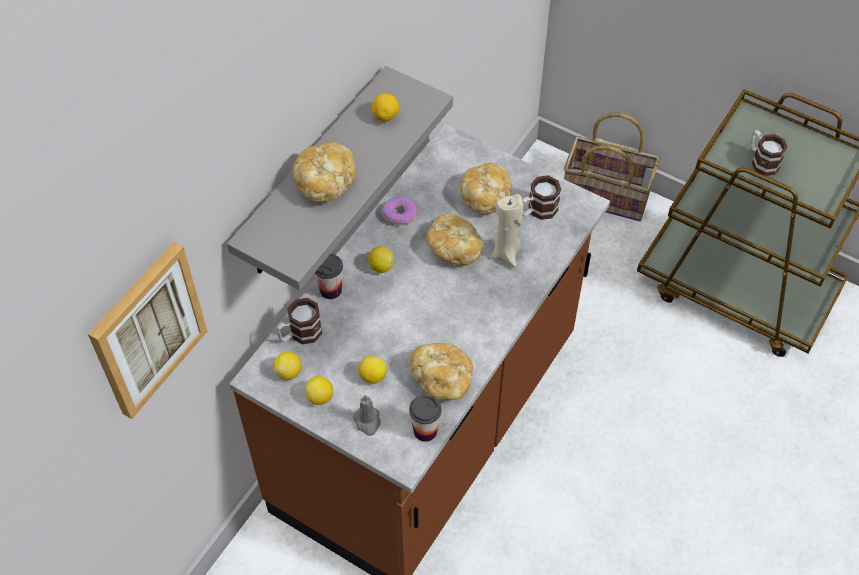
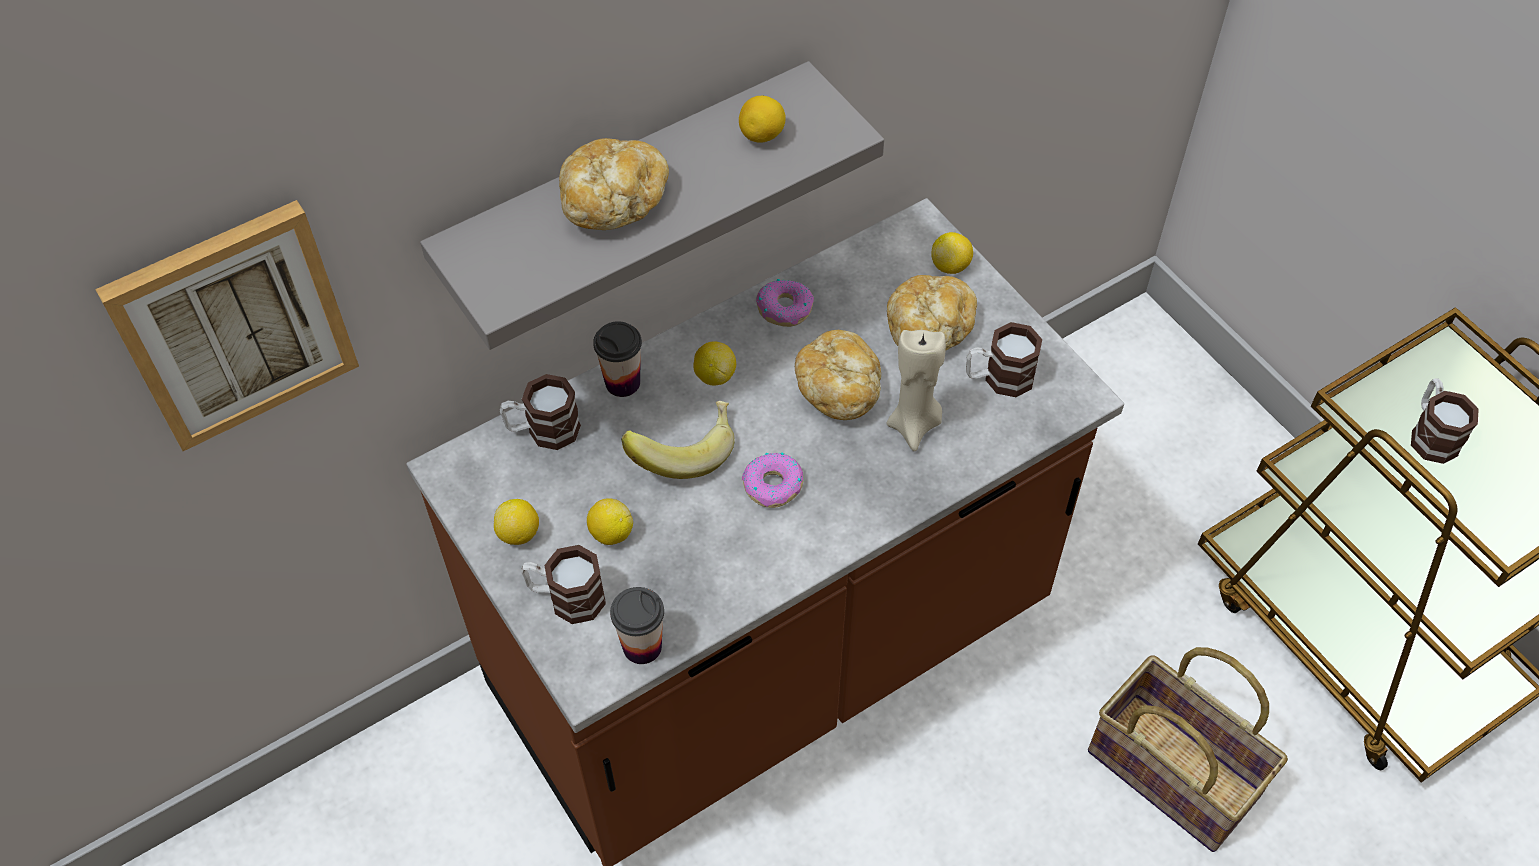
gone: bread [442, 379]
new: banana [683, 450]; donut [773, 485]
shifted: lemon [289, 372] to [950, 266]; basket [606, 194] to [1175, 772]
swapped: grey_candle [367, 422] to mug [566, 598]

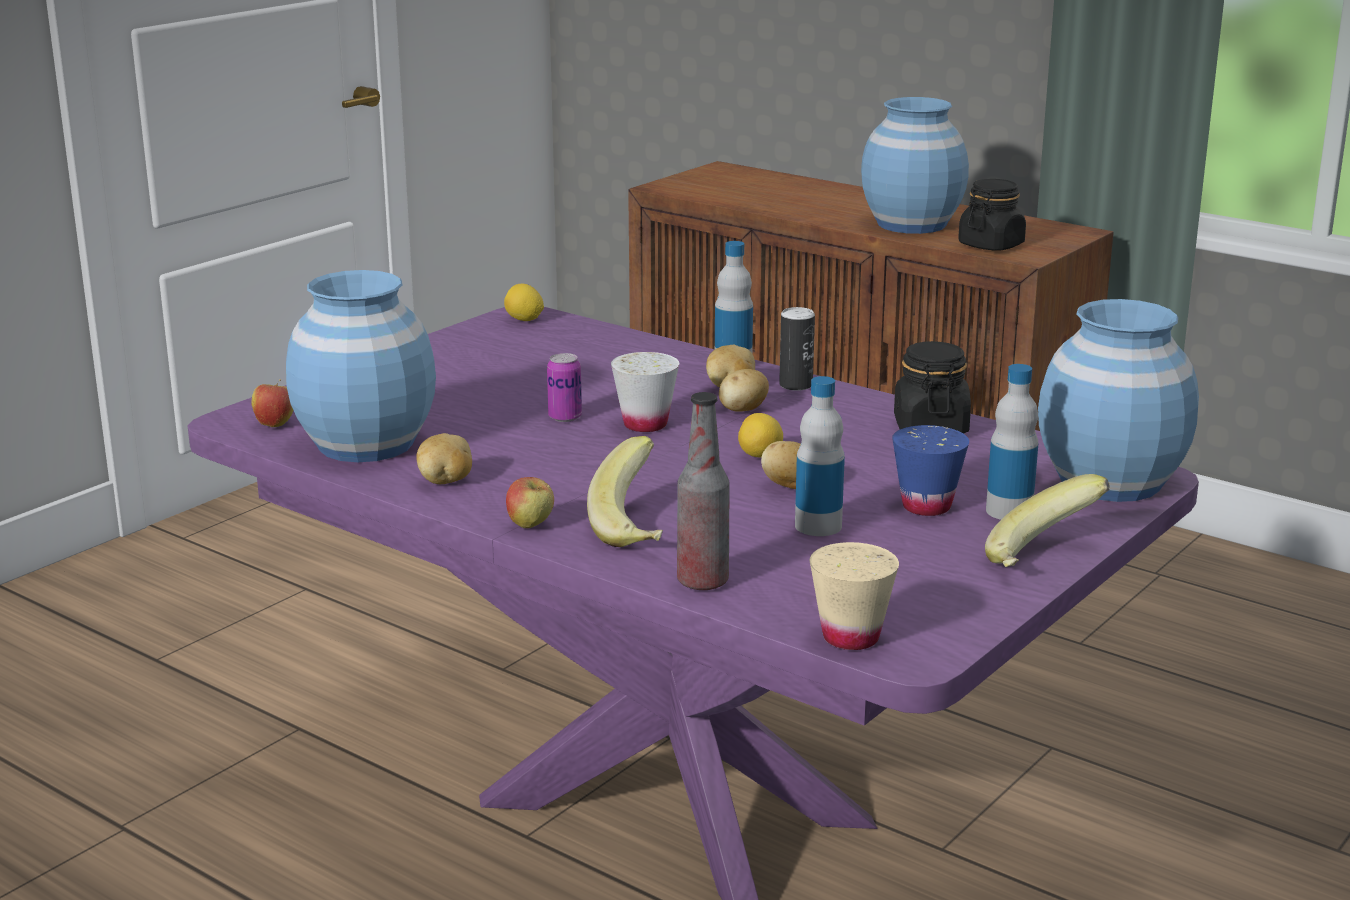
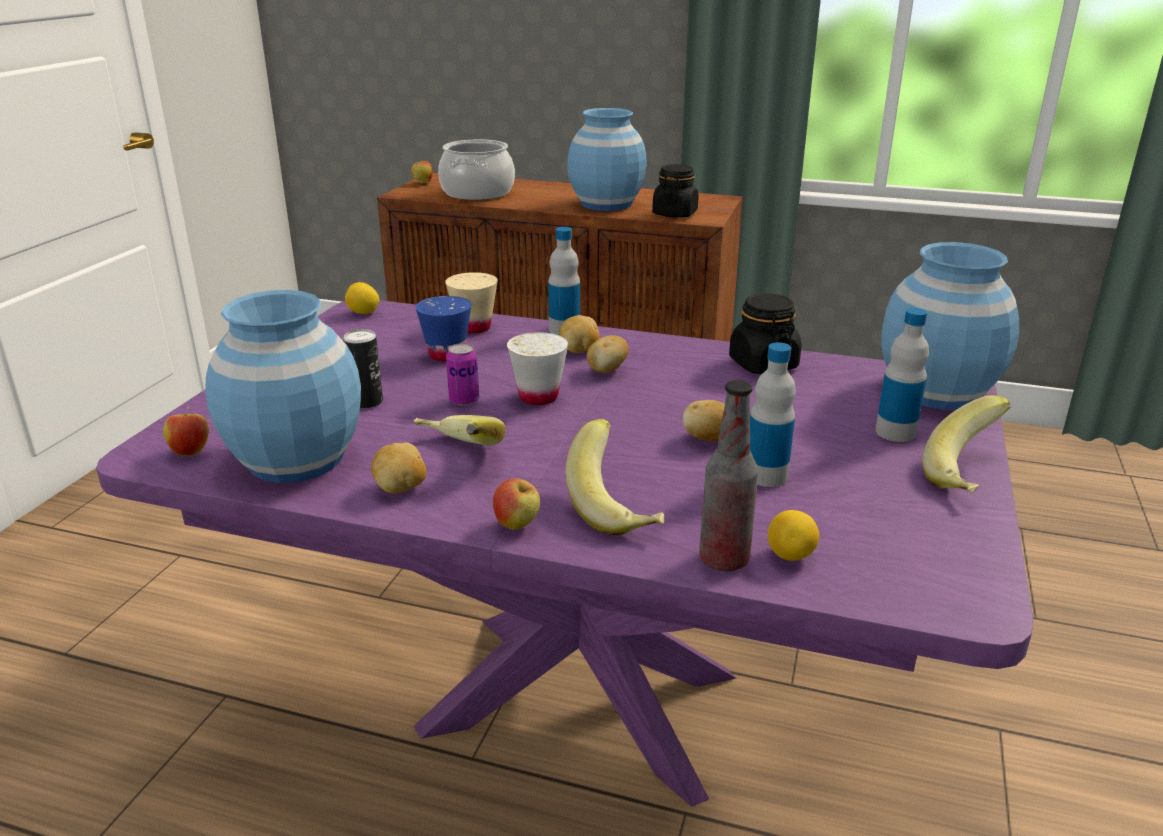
new: apple [422, 183]; banana [456, 455]; cooking_pot [477, 192]
shifted: lemon [760, 456] to [790, 556]; can [796, 385] to [367, 402]; beige_cup [850, 637] to [474, 327]; blue_cup [926, 506] to [447, 355]

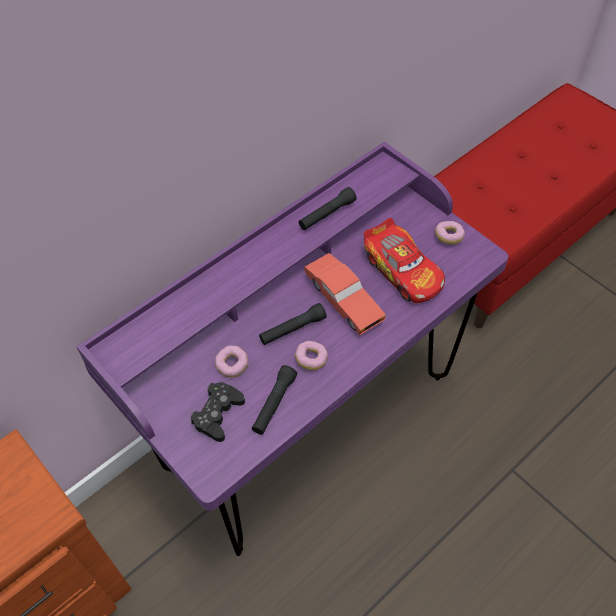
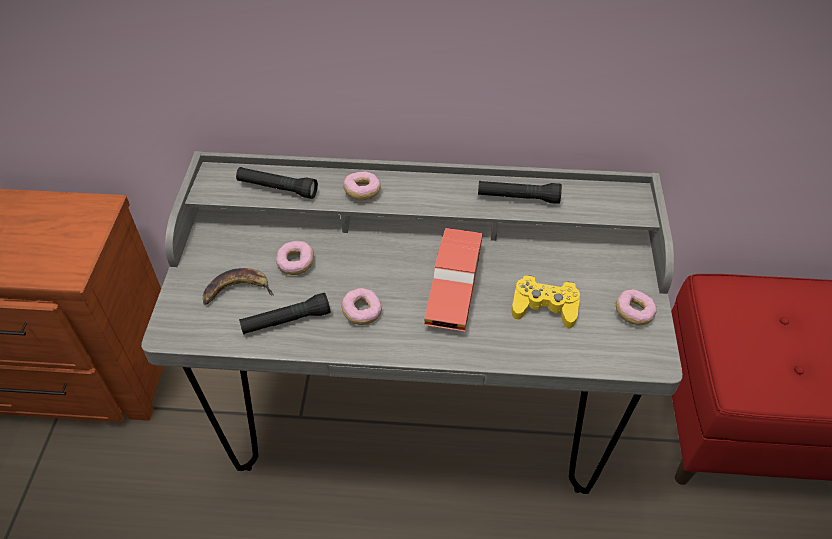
new: donut [362, 191]
shifted: black_flashlight [292, 329] to [277, 188]
swapped: black_game_controller [218, 414] to banana [236, 291]; toy_car [403, 270] to yellow_game_controller [544, 306]
repainted: purple_desk [309, 422] to grey_desk [416, 420]

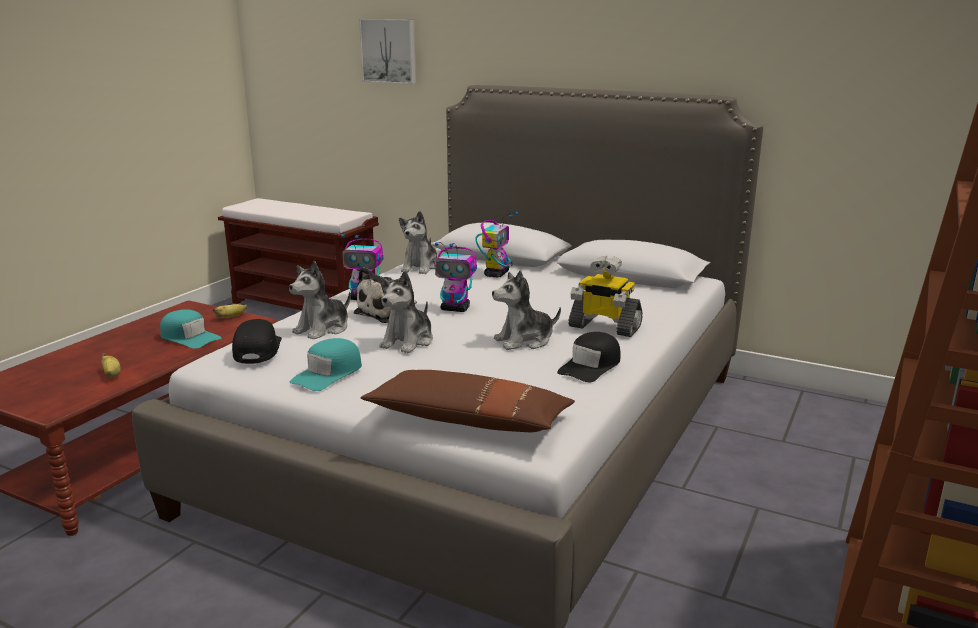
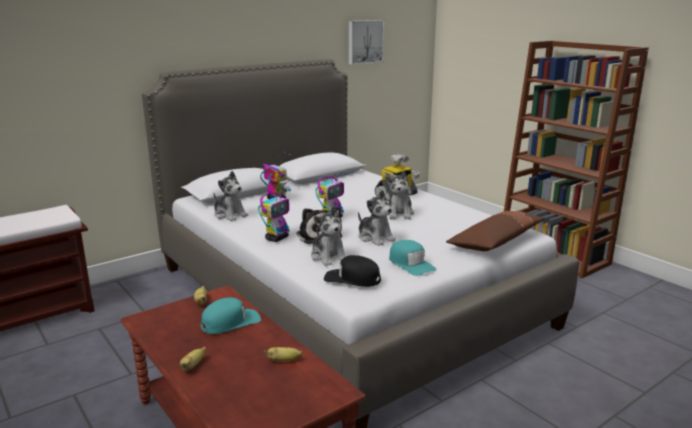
gone: black_cap [591, 366]
new: banana [193, 366]
shifted: picture [389, 51] to [365, 41]

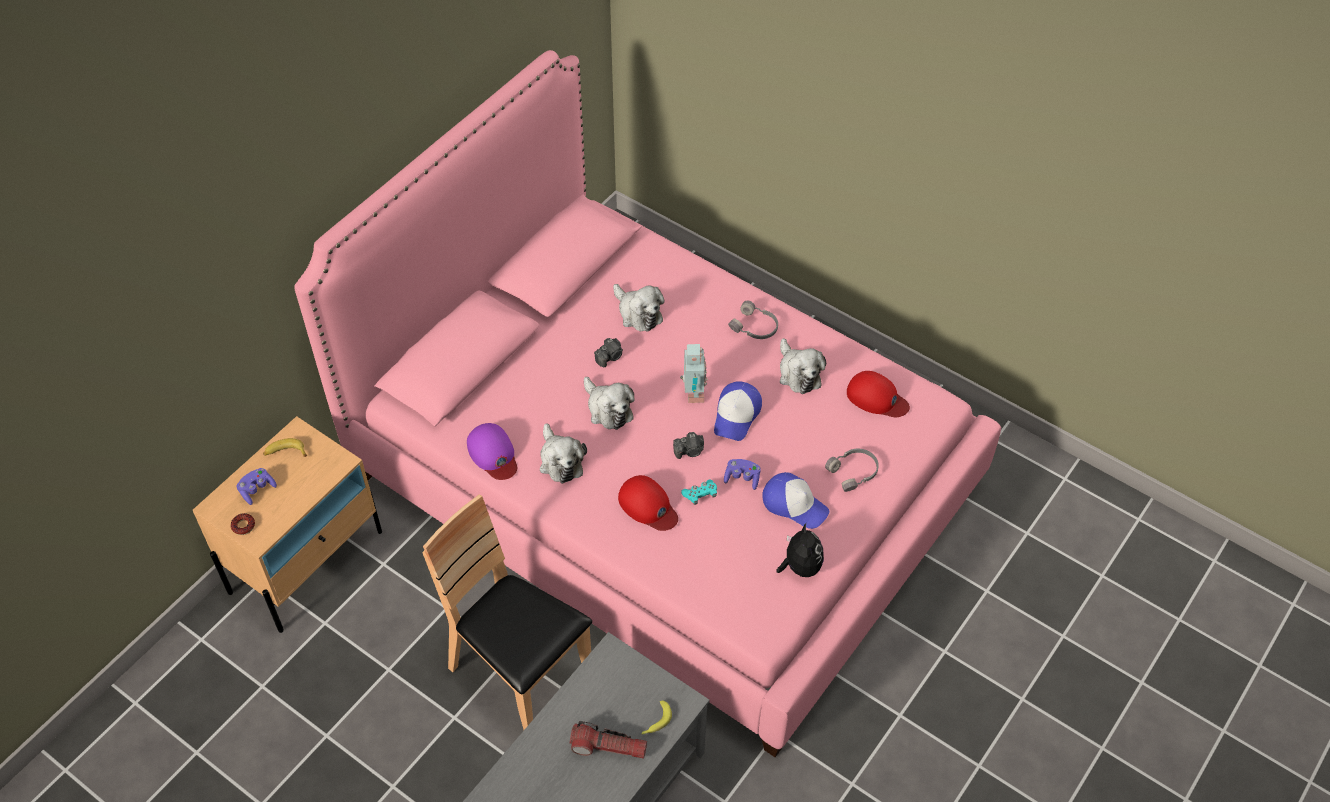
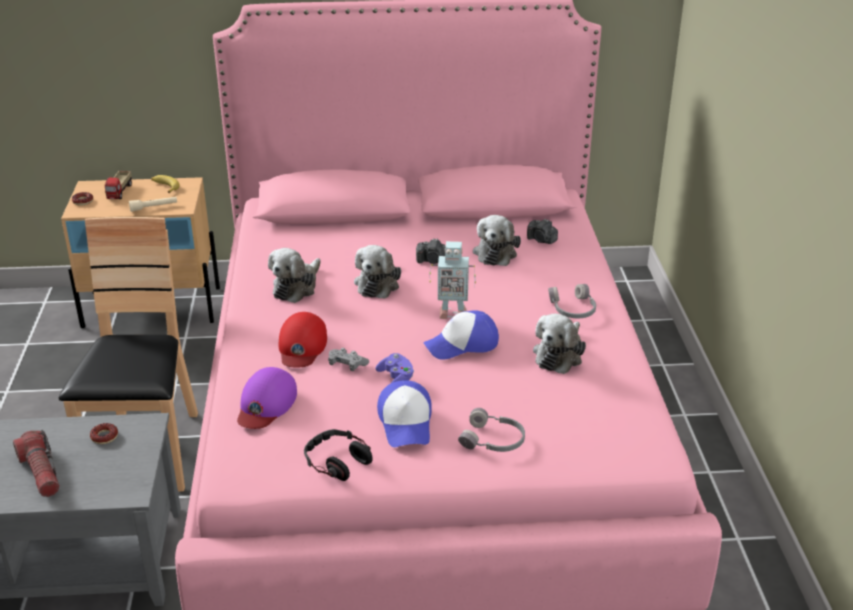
gone: banana [655, 721]; red_cap [876, 398]
new: donut [104, 436]; beige_flashlight [154, 207]
shifted: purple_cap [493, 454] to [266, 404]; photo_camera [689, 451] to [541, 240]
swapped: purple_game_controller [257, 490] to toy_truck [120, 192]; plush_toy [800, 566] to headphones [337, 461]
repainted: turquoise_game_controller [700, 495] to grey_game_controller [347, 365]
rotated: toy_robot [693, 394] = [452, 313] 45 degrees clockwise

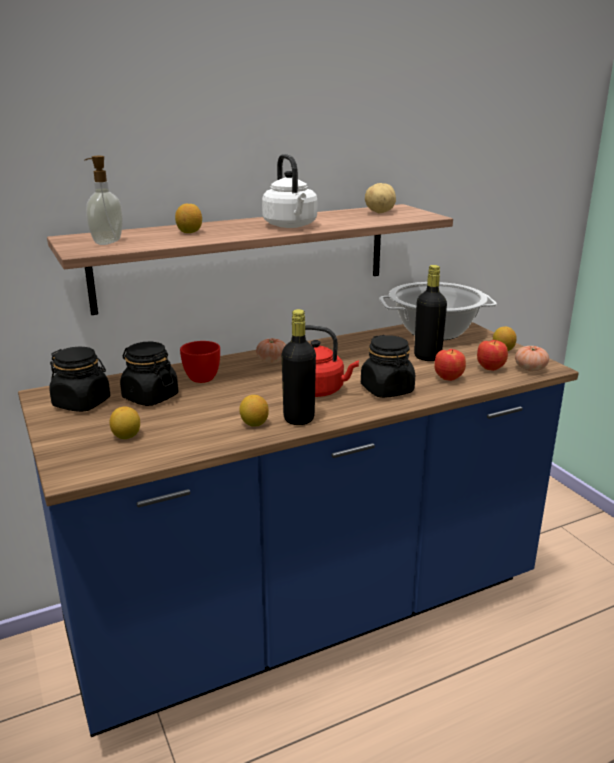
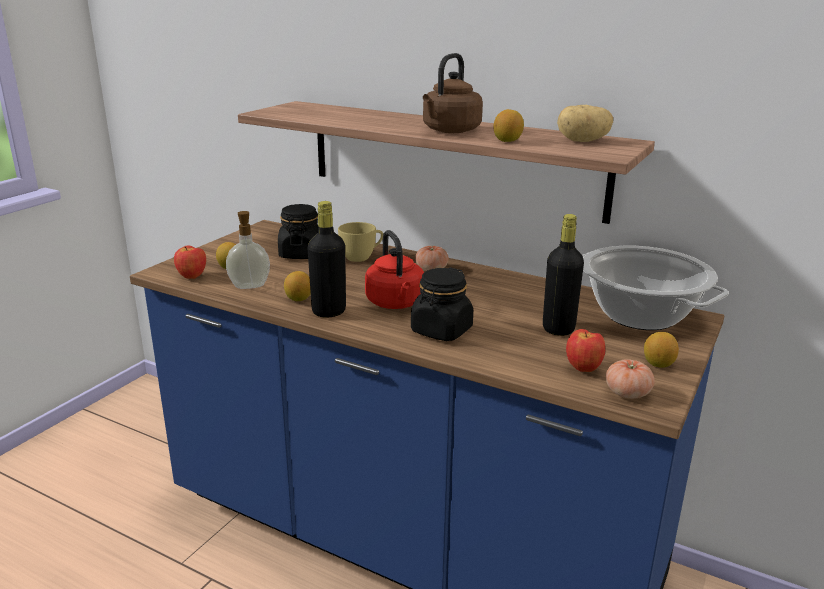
gone: black_jar [82, 403]
shifted: soap_dispenser [106, 242] to [249, 285]; lemon [189, 232] to [507, 141]; apple [448, 379] to [192, 277]
repainted: red_cup [203, 376] to yellow_cup [362, 257]; white_kettle [291, 226] to brown_kettle [450, 131]

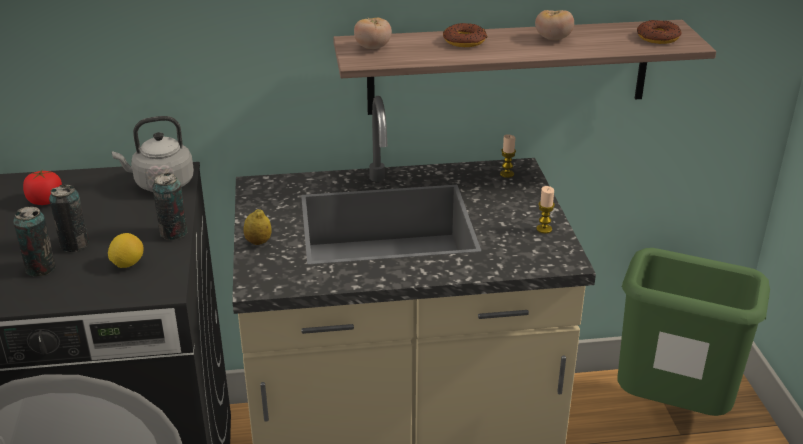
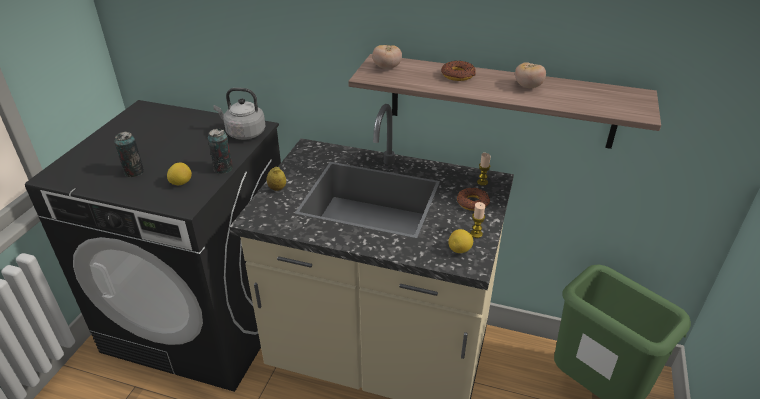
gone: tomato [45, 201]; can [74, 244]
new: lemon [460, 250]
shifted: donut [657, 37] to [472, 202]

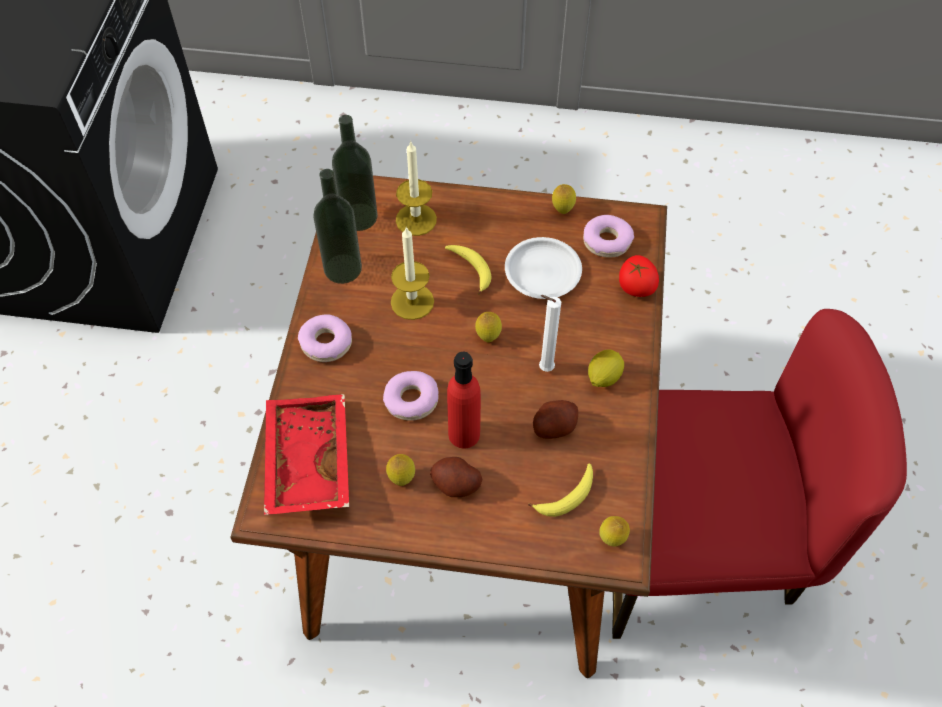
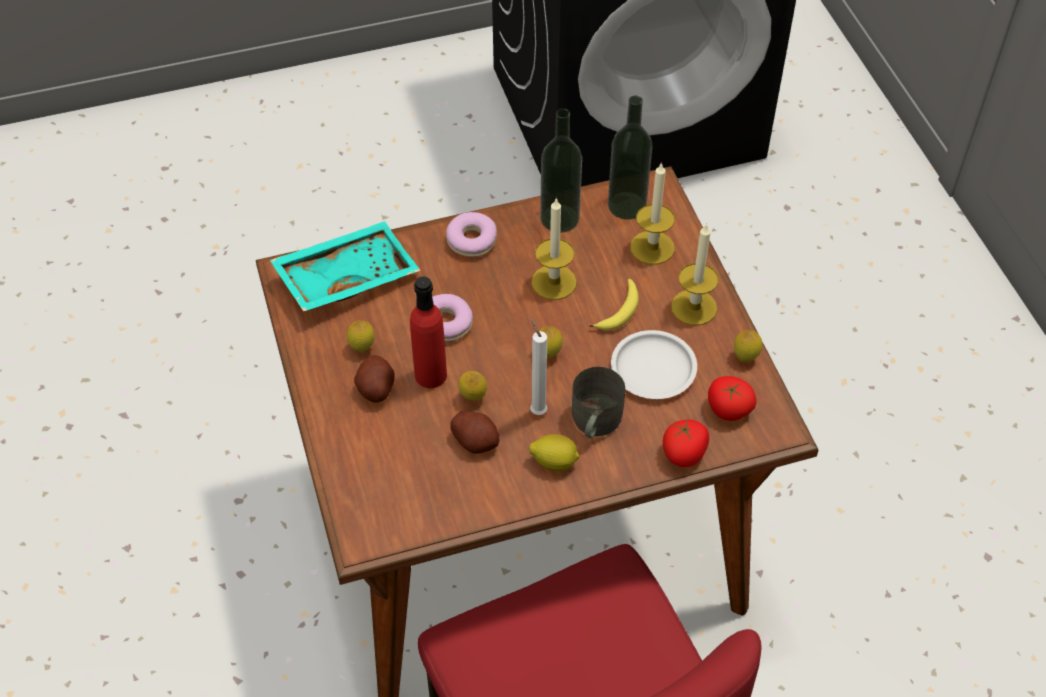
gone: banana [567, 496]
new: grey_mug [594, 422]; candle [694, 307]
shifted: lemon [612, 539] to [473, 397]
swapped: donut [607, 241] to tomato [728, 409]
repainted: red_tray [305, 461] to turquoise_tray [346, 276]

